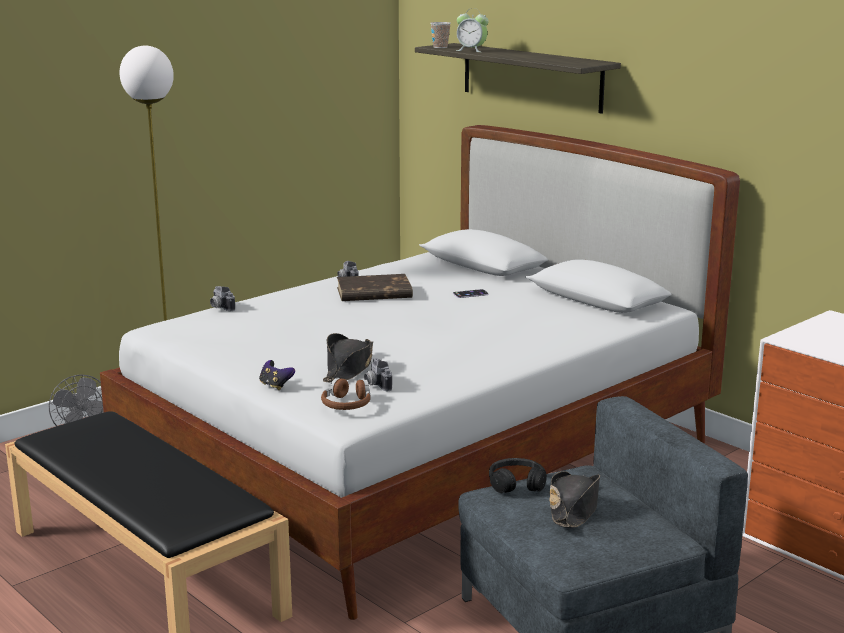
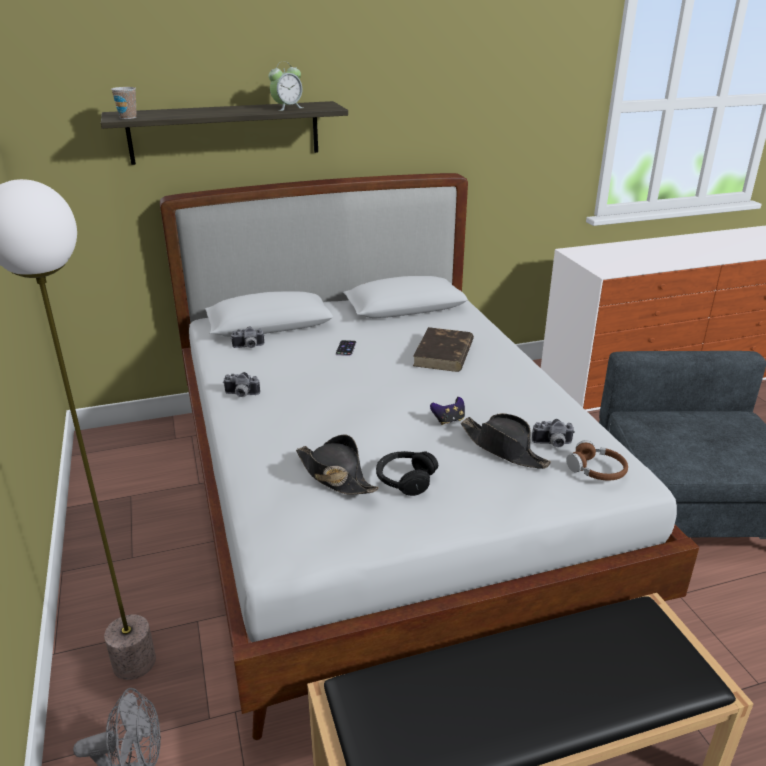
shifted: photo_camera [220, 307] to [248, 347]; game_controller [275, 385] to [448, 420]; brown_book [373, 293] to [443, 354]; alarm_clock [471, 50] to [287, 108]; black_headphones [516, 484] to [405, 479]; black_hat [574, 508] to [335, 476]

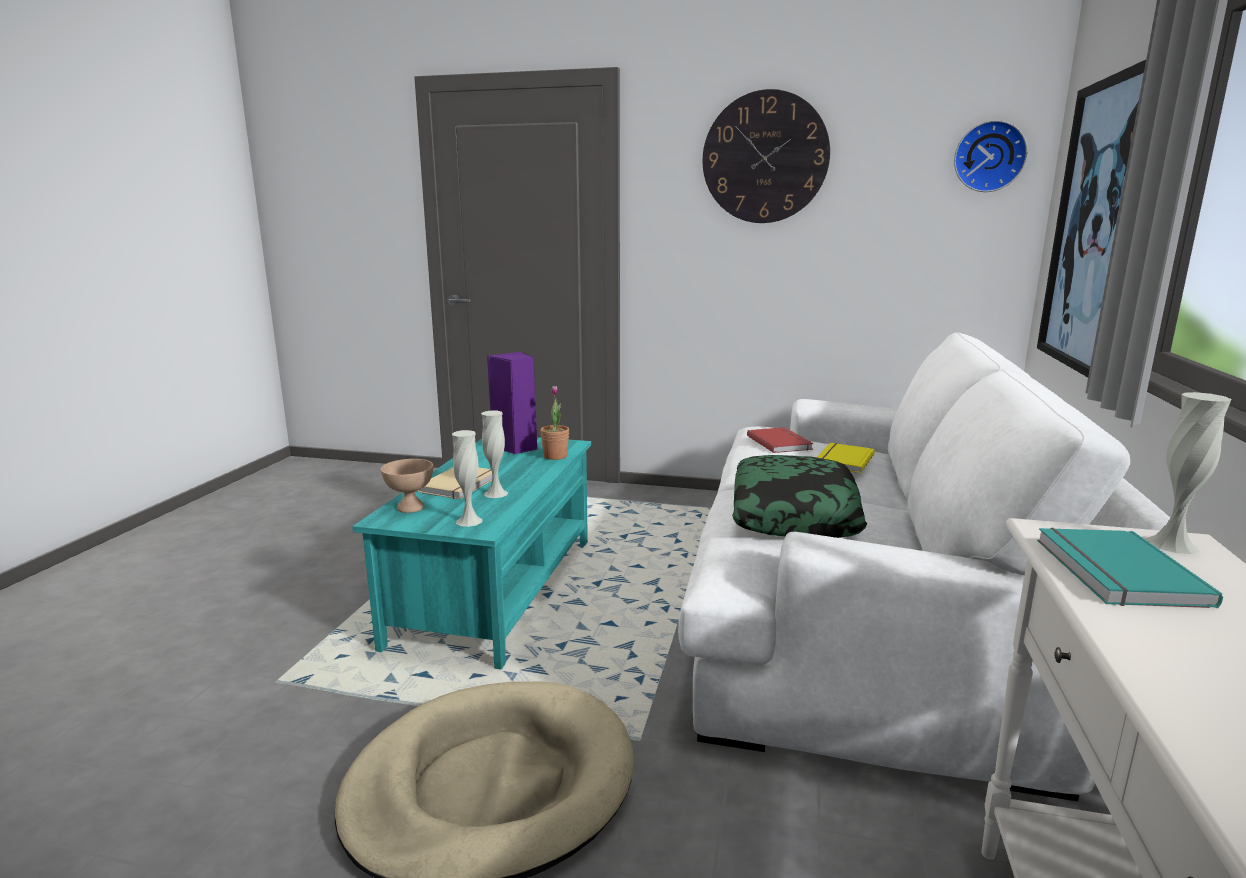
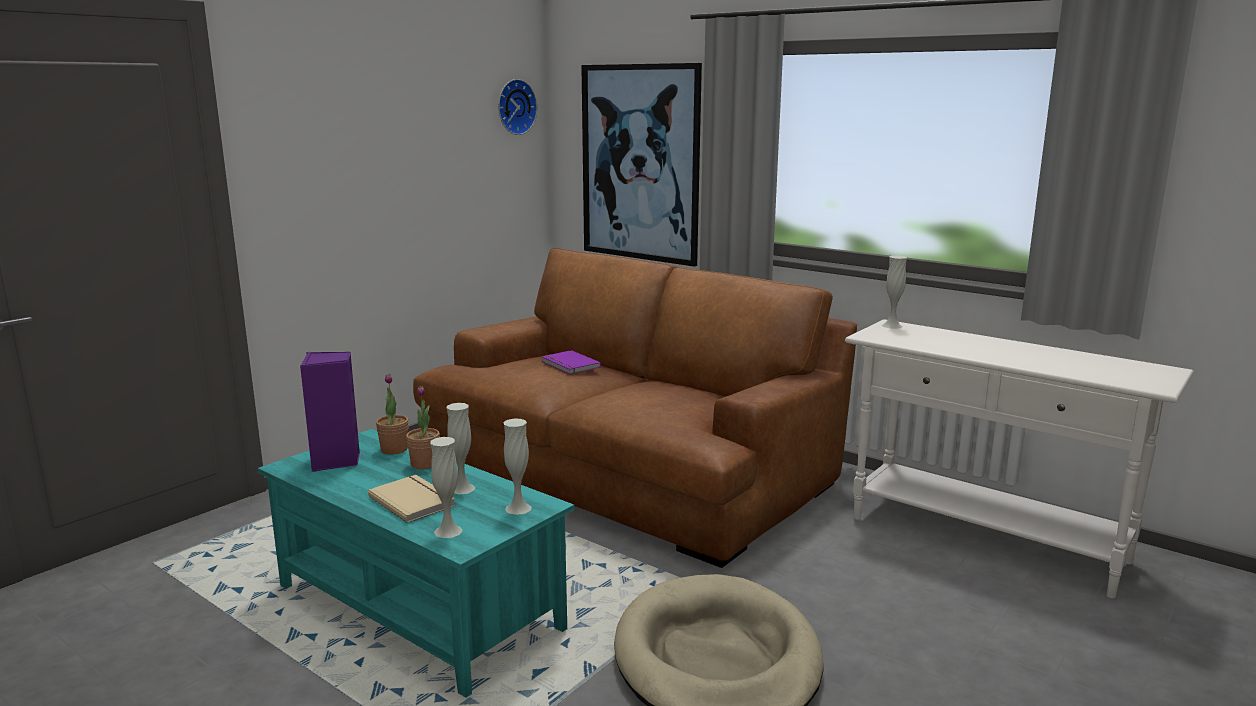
gone: wall_clock [765, 158]; pillow [794, 513]; red_book [780, 442]; turquoise_book [1114, 572]
new: potted_plant [425, 464]
swapped: beige_bowl [410, 508] to white_vase [448, 531]
repainted: white_sofa [863, 611] to brown_sofa [627, 468]; yellow_book [842, 460] to purple_book [569, 365]

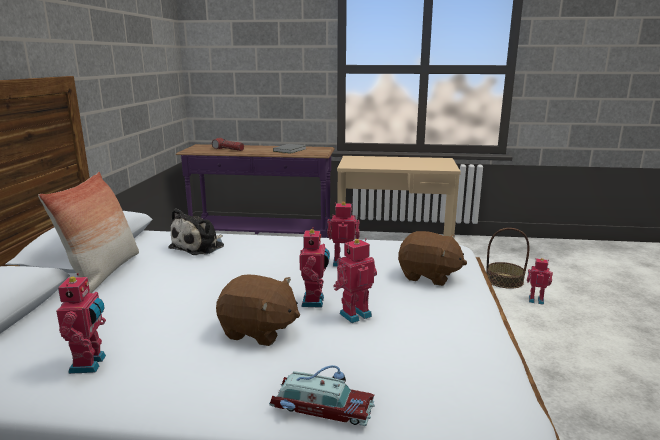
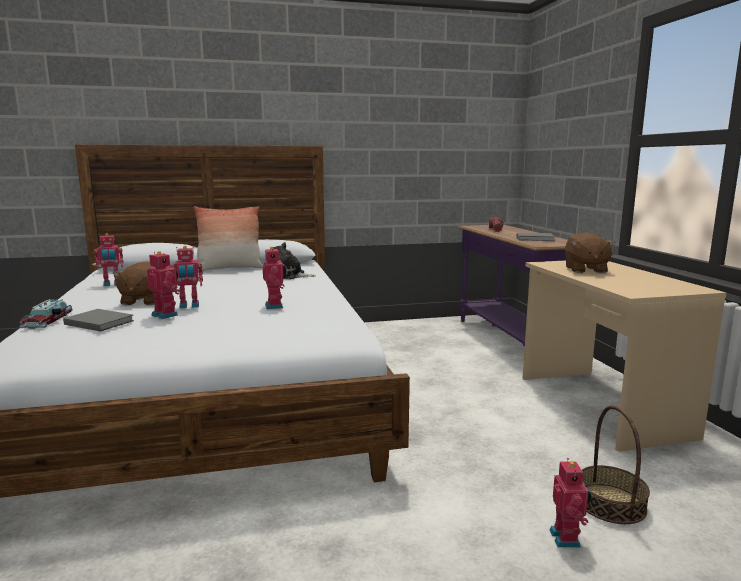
new: grey_book [99, 322]
shifted: brown_plush_toy [428, 276] to [585, 270]

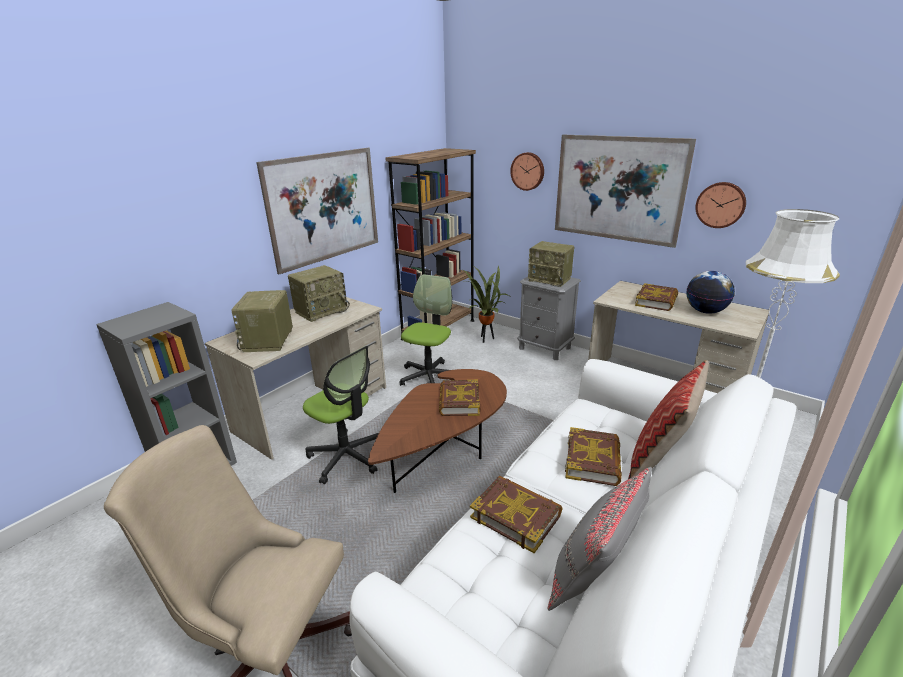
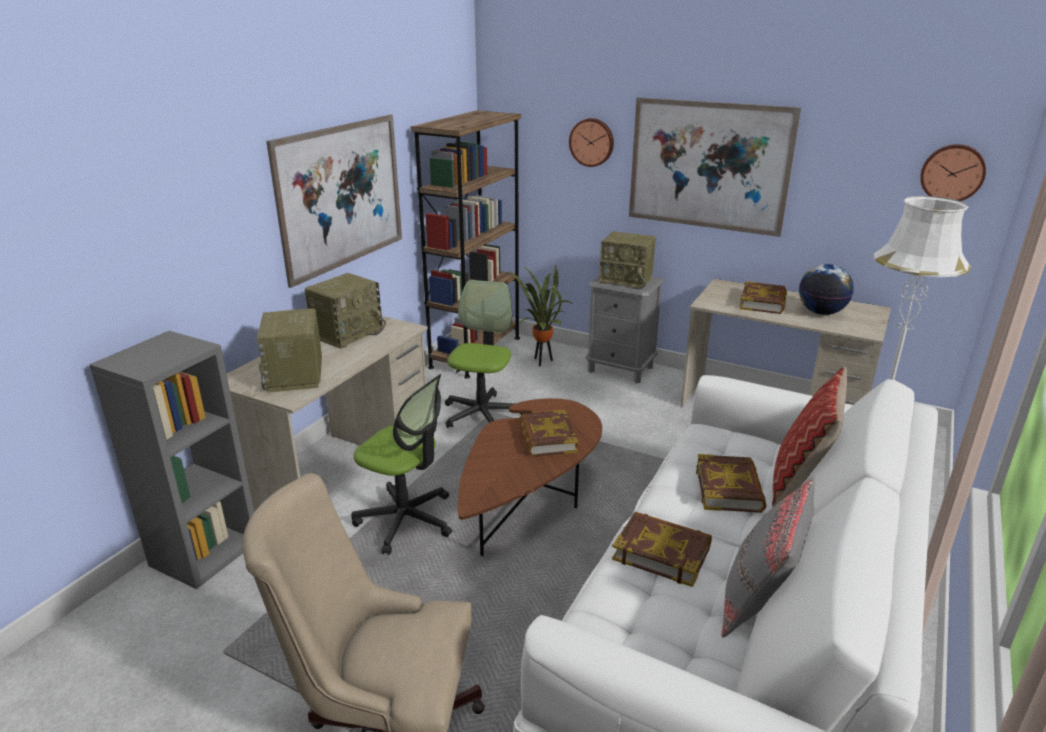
shifted: wall_clock [720, 204] to [952, 173]

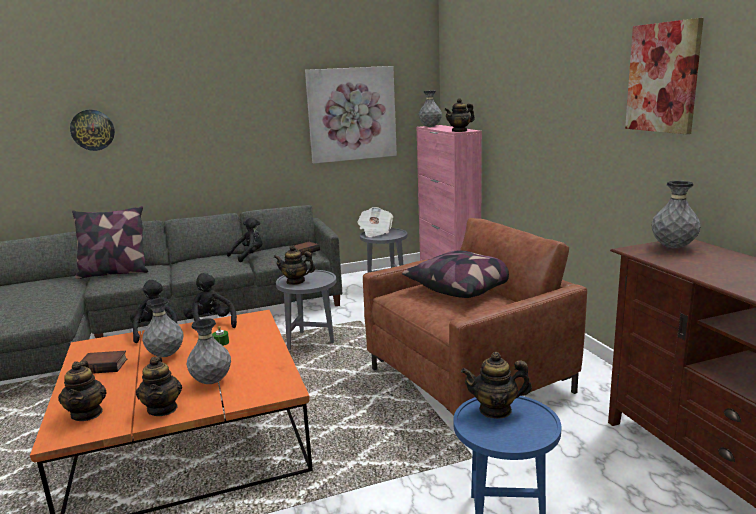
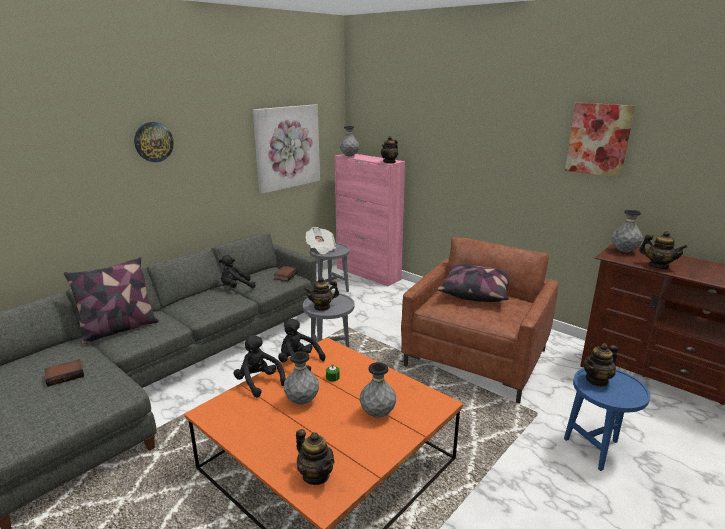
shifted: wall_clock [92, 130] to [153, 142]; book [104, 366] to [65, 375]; teapot [163, 409] to [658, 266]
rotated: black_plush_toy [249, 256] = [236, 287] 135 degrees counterclockwise

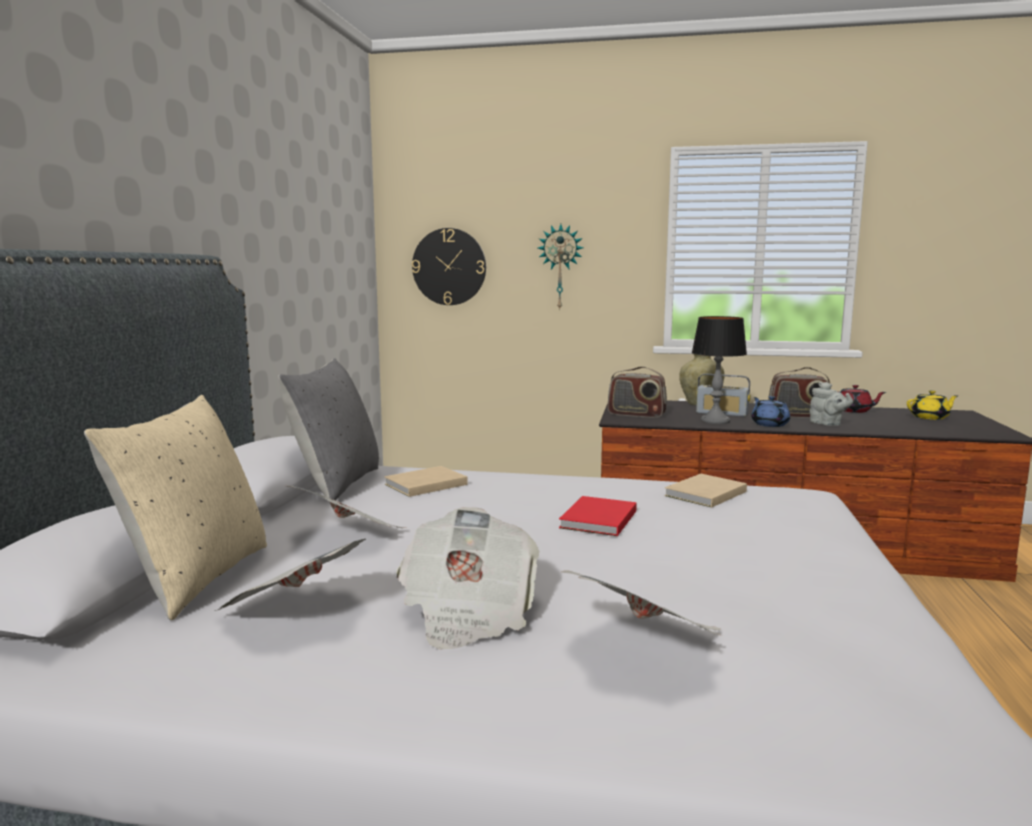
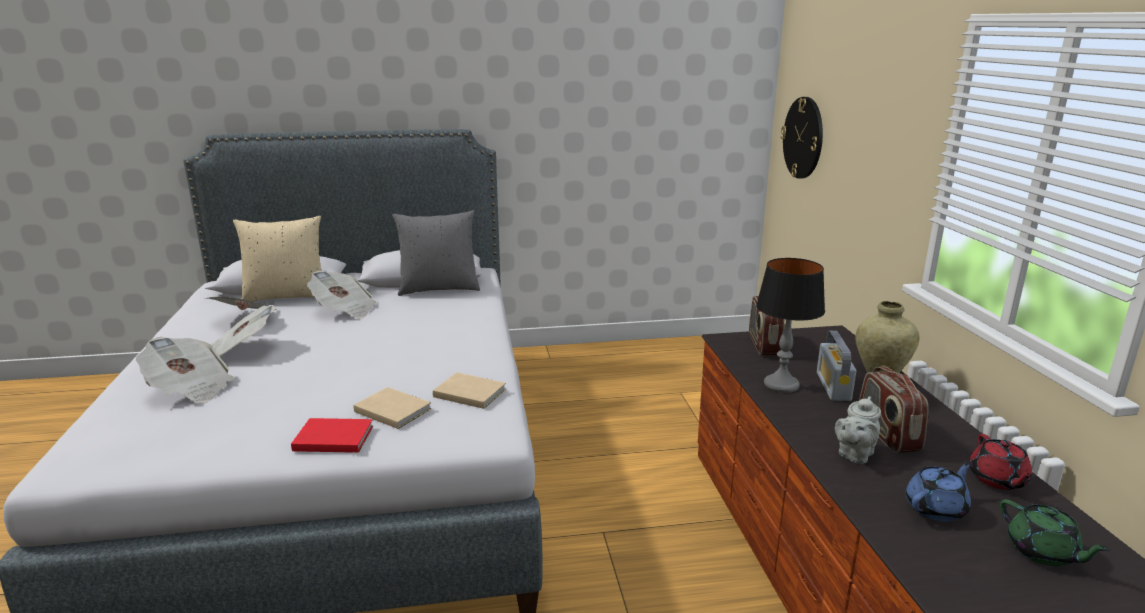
gone: wall_clock [560, 267]
shifted: beige_book [423, 484] to [392, 409]; red_book [596, 520] to [332, 438]; blue_teapot [769, 424] to [936, 508]
repainted: yellow_teapot [930, 417] to green_teapot [1042, 552]

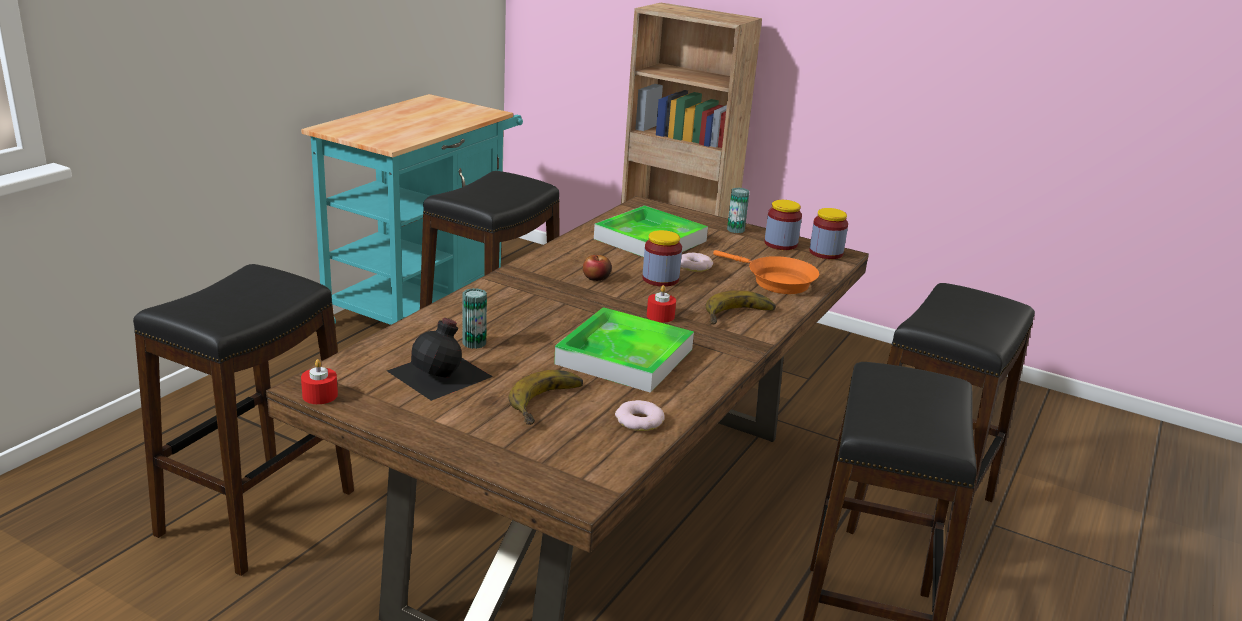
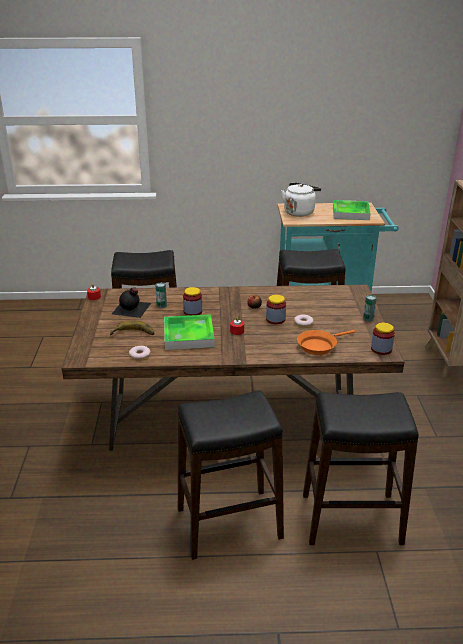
gone: banana [741, 316]
new: white_kettle [299, 212]
shifted: tray [650, 240] to [350, 213]; jar [780, 244] to [192, 311]
rotated: orange_frying_pan [775, 281] = [319, 346] 45 degrees clockwise

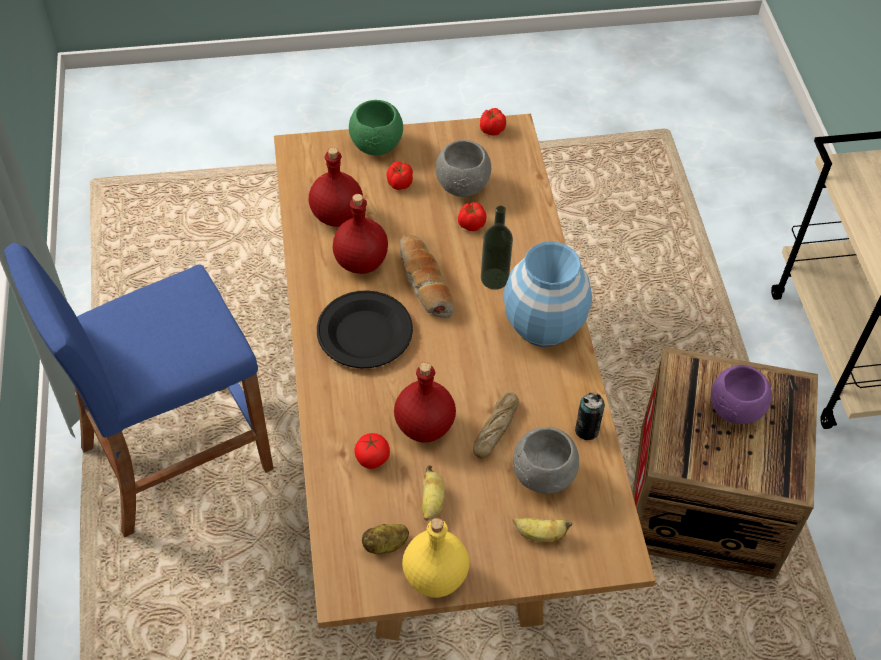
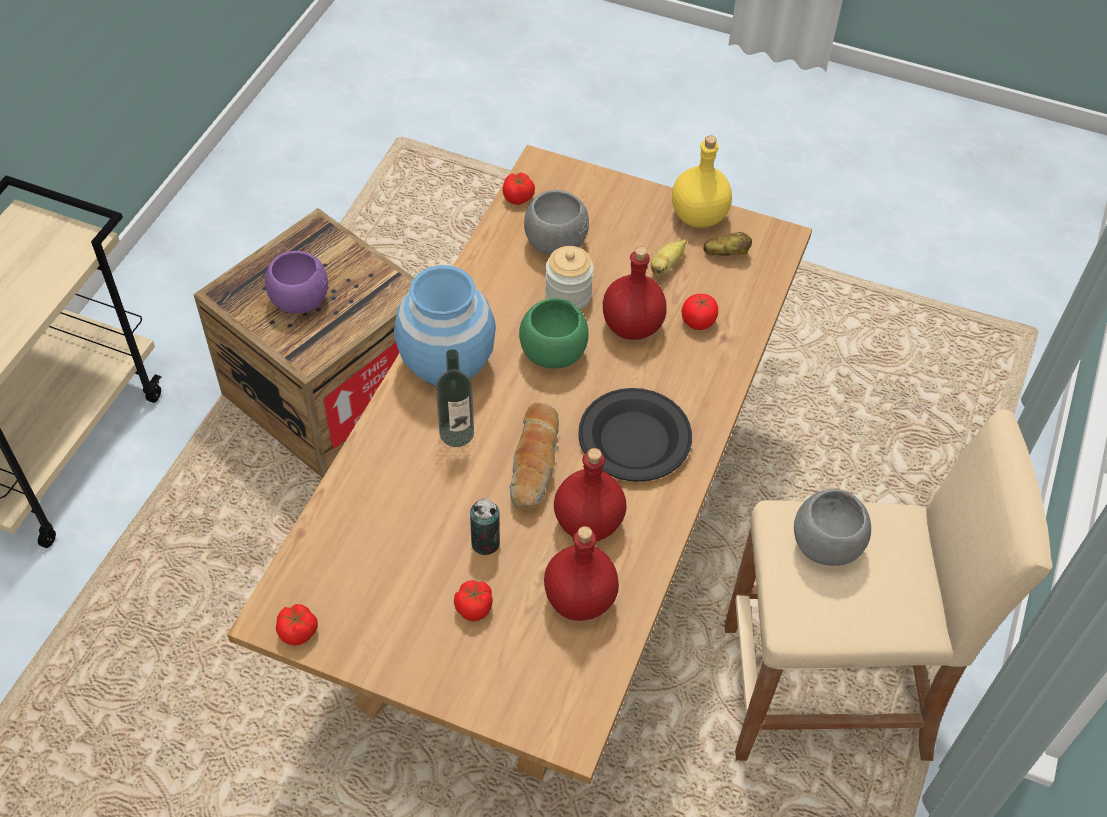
gone: banana [539, 534]
shifted: green_bowl [377, 145] to [552, 354]; grey_bowl [463, 185] to [825, 546]; tomato [471, 224] to [518, 197]; can [586, 430] to [485, 543]
swapped: bread [495, 428] to jar [568, 296]
repainted: blue_stool [175, 458] to beige_stool [826, 693]

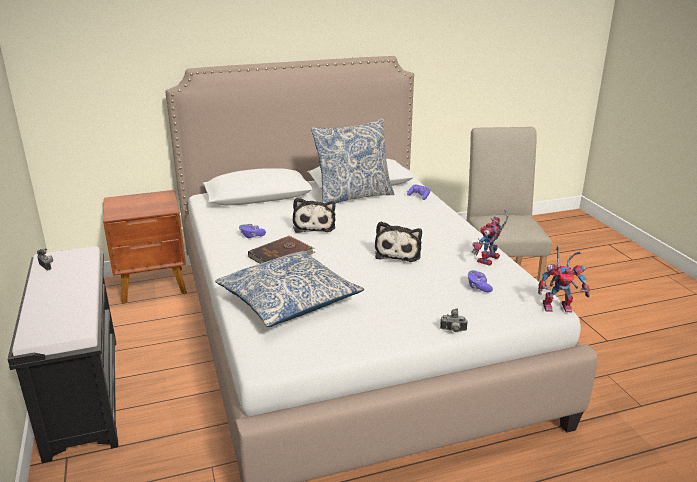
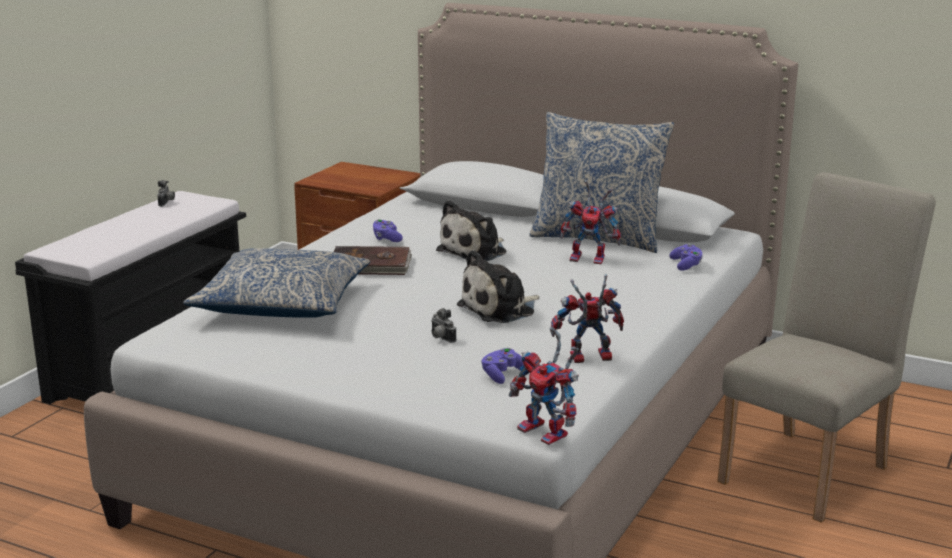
new: toy_robot [591, 259]
shifted: photo_camera [453, 331] to [440, 338]

